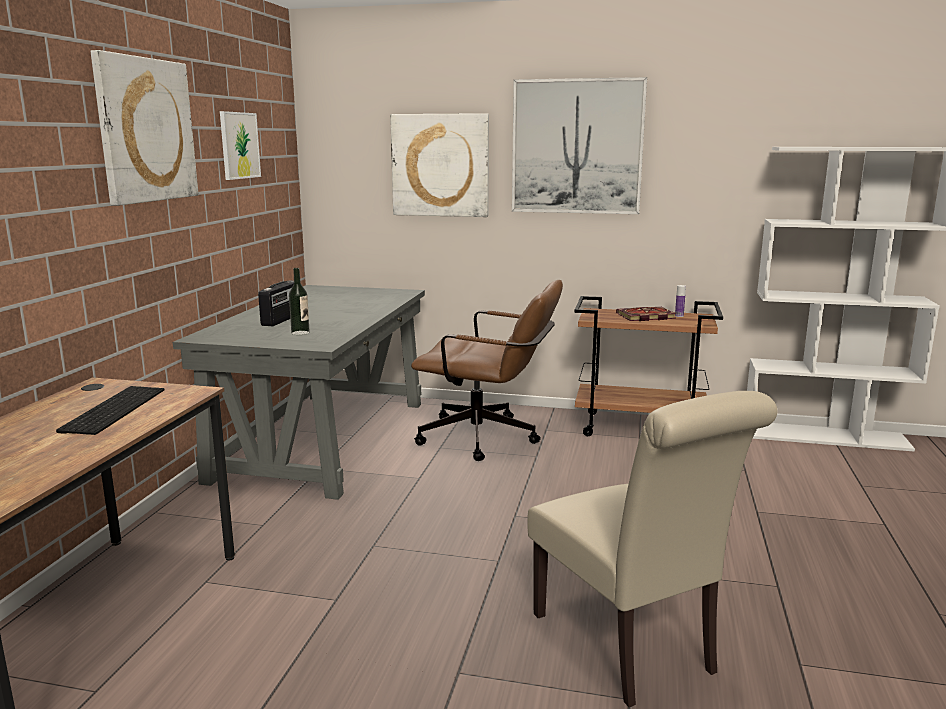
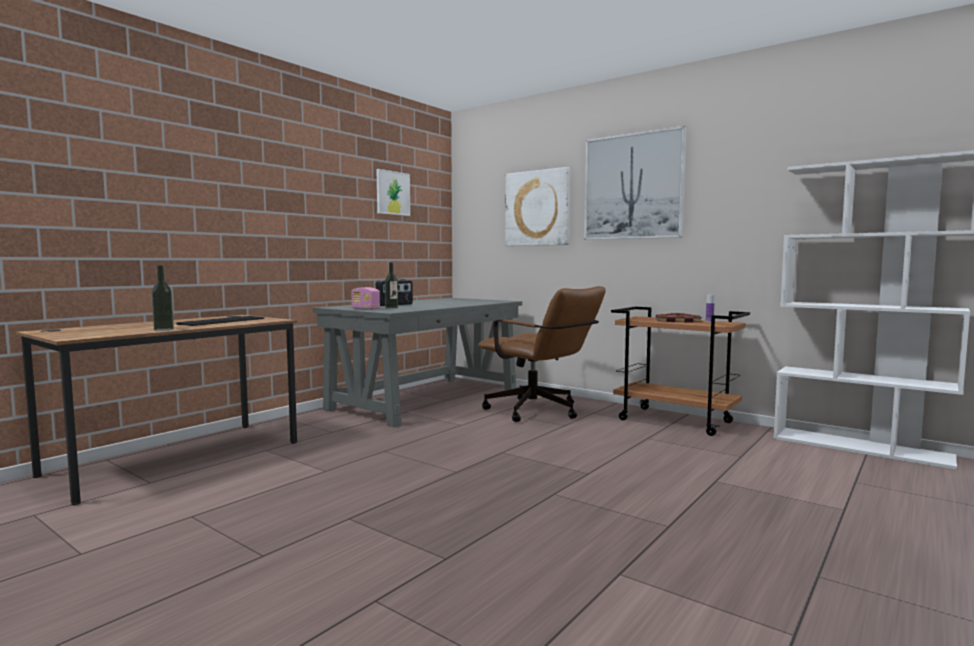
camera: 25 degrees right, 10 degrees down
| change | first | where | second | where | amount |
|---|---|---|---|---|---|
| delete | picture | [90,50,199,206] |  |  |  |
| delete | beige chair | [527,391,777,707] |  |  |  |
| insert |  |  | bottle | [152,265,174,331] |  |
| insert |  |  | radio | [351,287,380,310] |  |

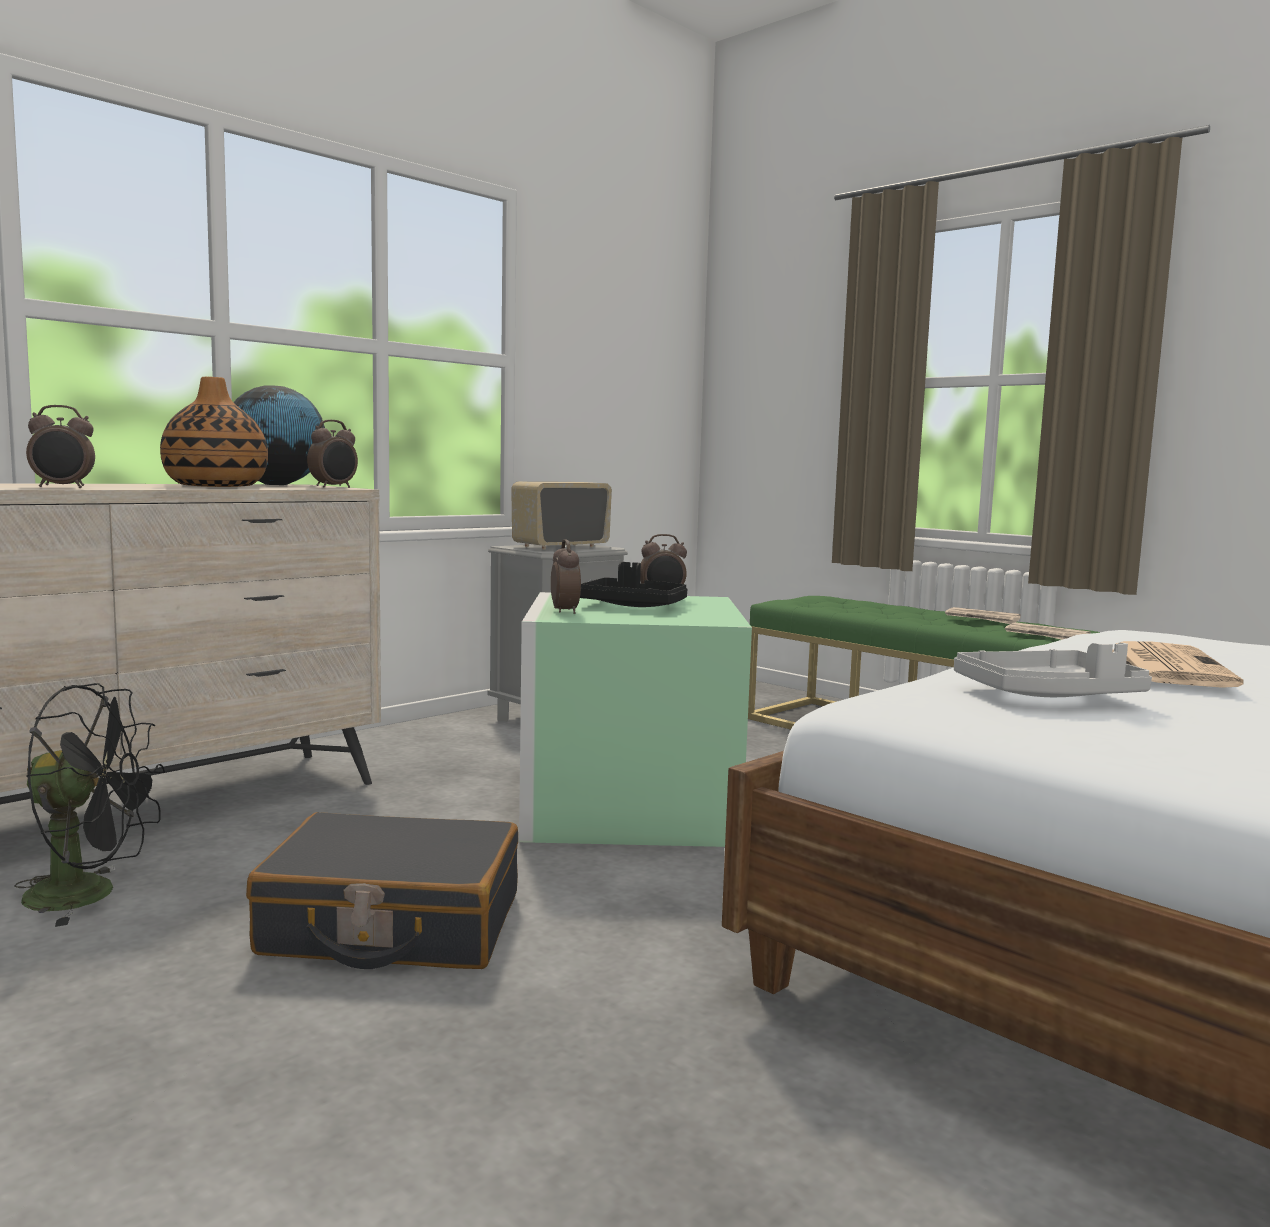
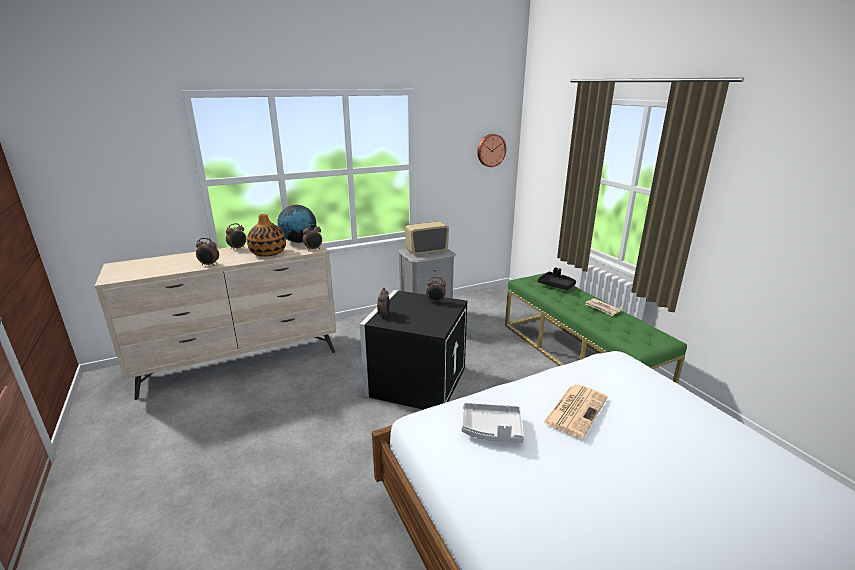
camera: 20 degrees right, 15 degrees up
| change | first | where | second | where | amount |
|---|---|---|---|---|---|
| delete | black fan | [14,683,165,927] |  |  |  |
| delete | black suitcase | [246,812,518,969] |  |  |  |
| recolor | green storage box | [519,592,752,847] | black storage box | [360,290,467,410] |  |
| move | black tray | [580,562,688,607] |  | [538,267,576,290] |  |
| delete | newspaper | [1005,622,1091,640] |  |  |  |
| insert |  |  | alarm clock | [226,223,246,250] |  |
| insert |  |  | wall clock | [477,134,506,167] |  |

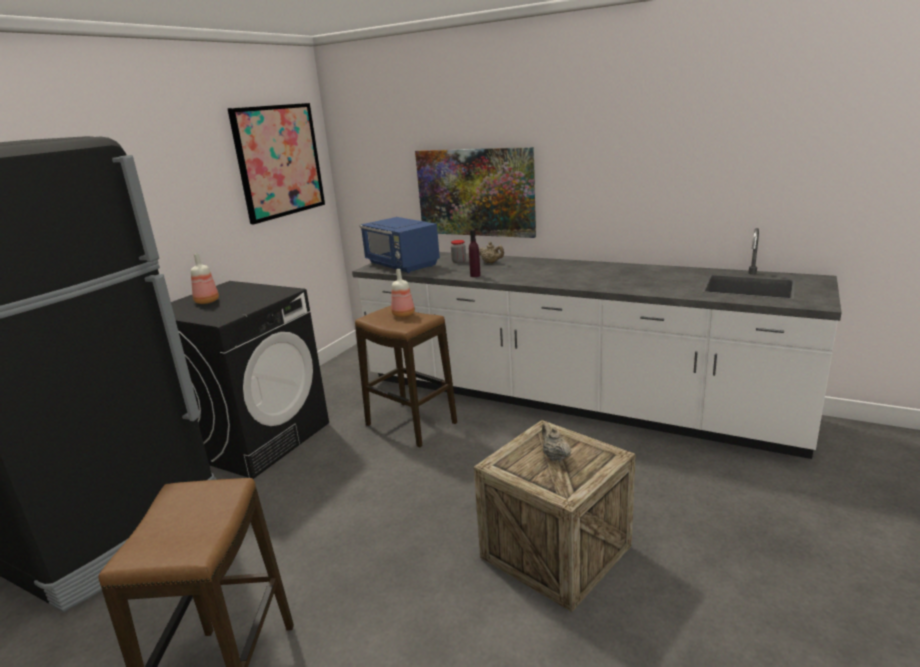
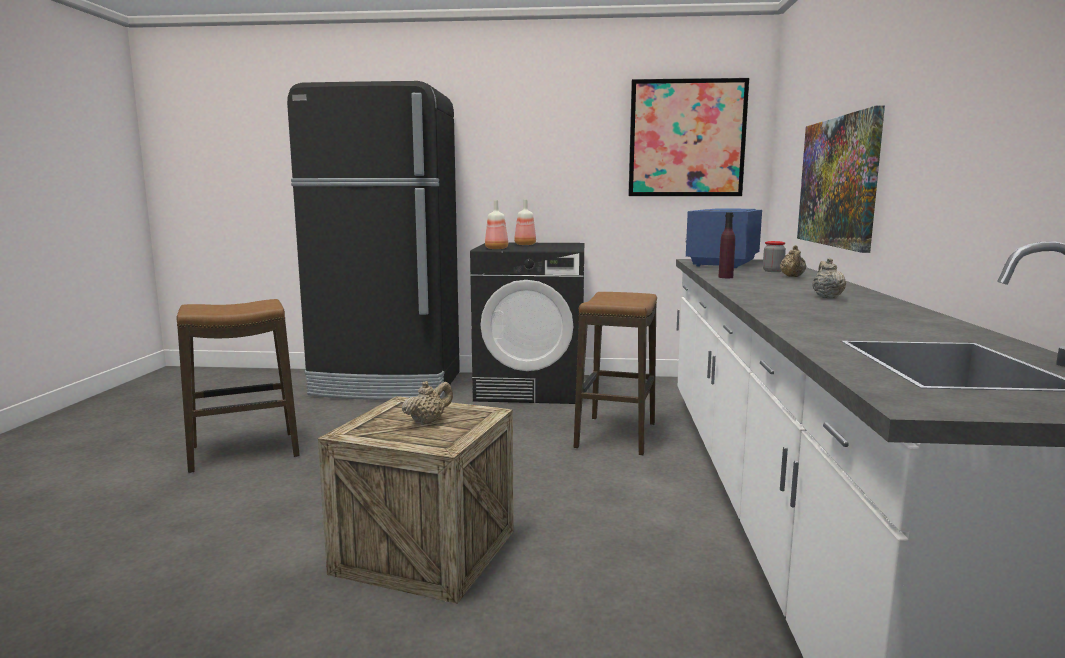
camera: 65 degrees right, 10 degrees down
| change | first | where | second | where | amount |
|---|---|---|---|---|---|
| move | bottle | [391,269,415,317] |  | [485,200,508,249] |  |
| insert |  |  | beige teapot | [812,258,846,298] |  |

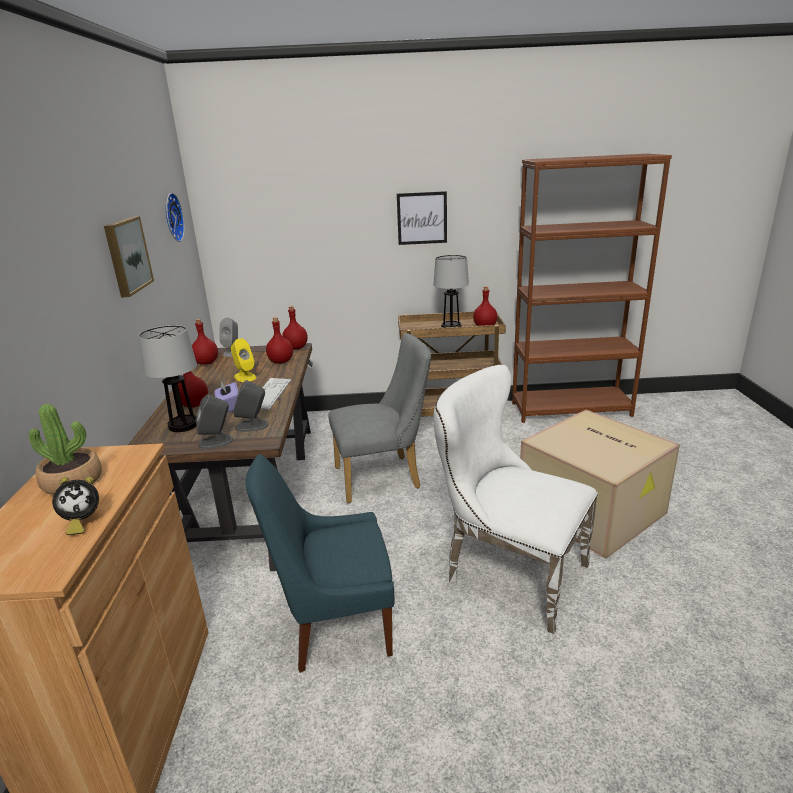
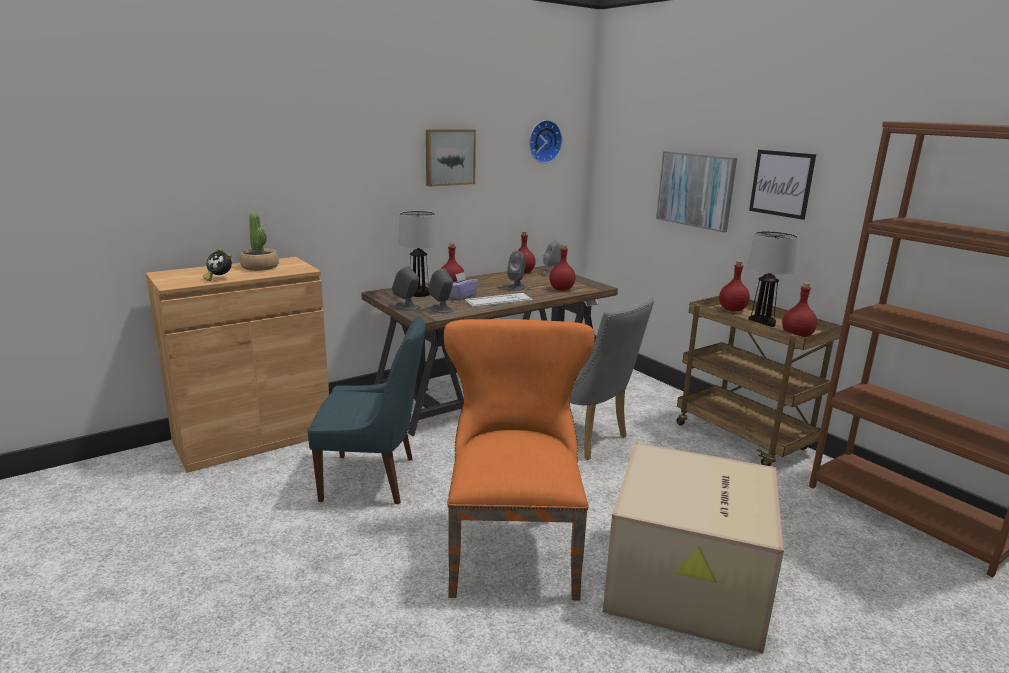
camera: 55 degrees right, 5 degrees down
| change | first | where | second | where | amount |
|---|---|---|---|---|---|
| recolor | yellow speaker | [231,339,256,382] | grey speaker | [507,251,526,291] |  |
| rotate | blue chair | [245,454,395,673] |  | [308,316,425,504] | 135 degrees clockwise |
| move | red bottle | [282,306,308,350] |  | [719,261,750,311] |  |
| recolor | white chair | [433,365,598,634] | orange chair | [443,319,595,600] |  |
| insert |  |  | picture | [656,151,737,232] |  |

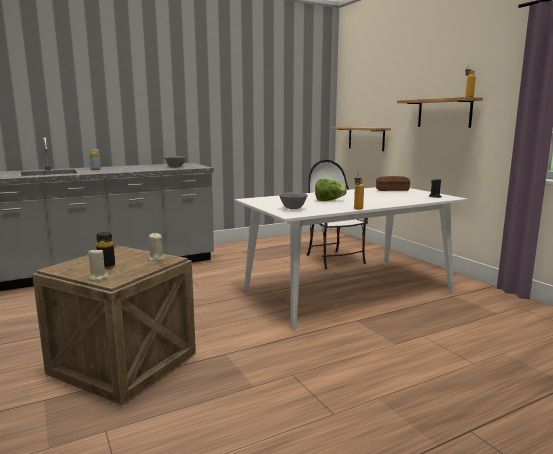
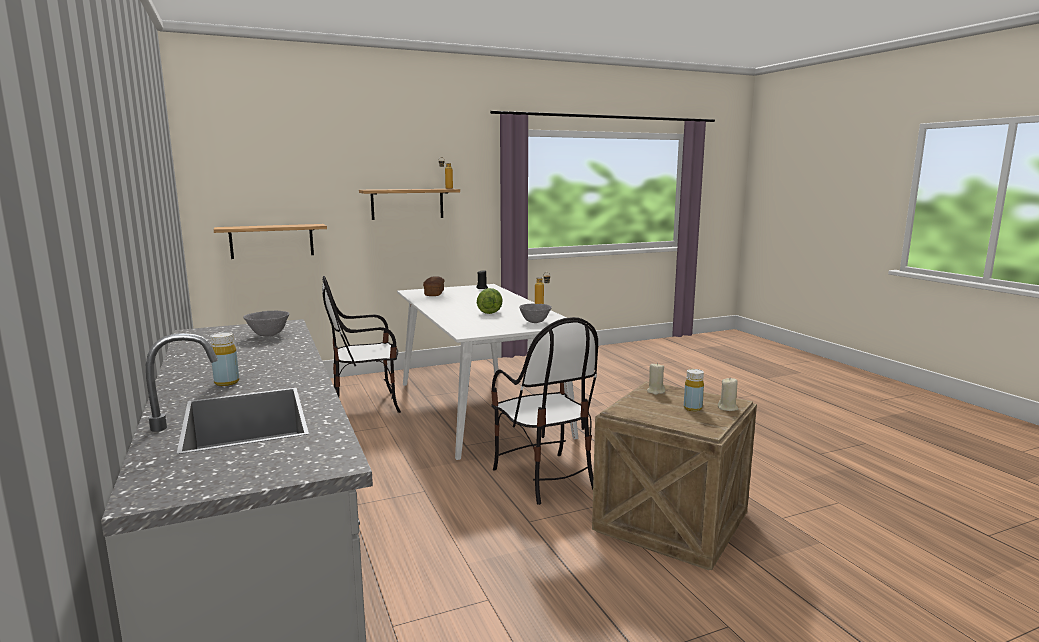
camera: 85 degrees left, 0 degrees up
| change | first | where | second | where | amount |
|---|---|---|---|---|---|
| recolor | black bottle | [96,232,115,270] | yellow bottle | [684,369,704,412] |  |
| insert |  |  | chair | [491,317,598,505] |  |

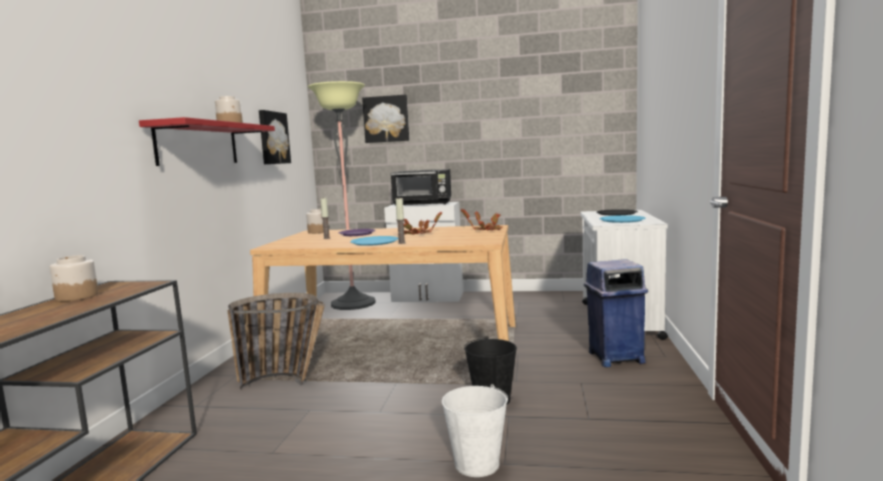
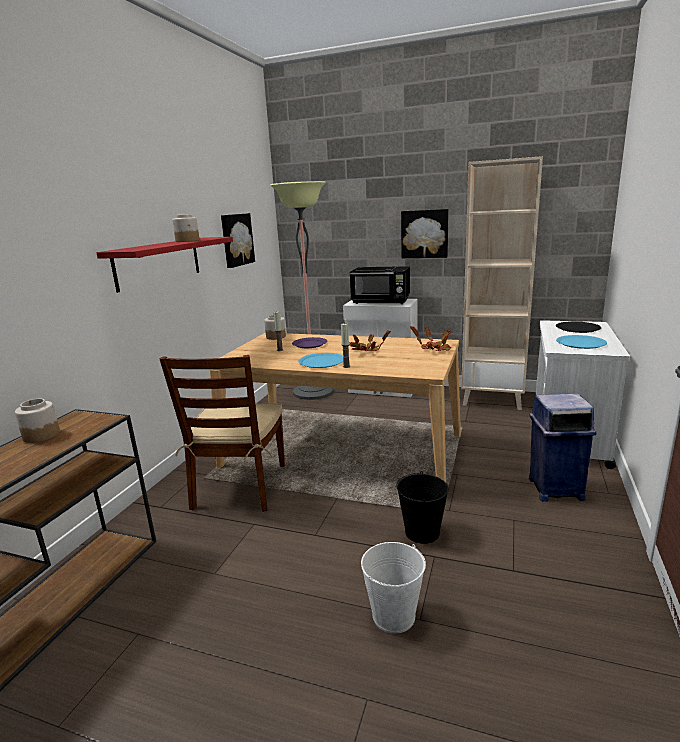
camera: 10 degrees right, 10 degrees up
| change | first | where | second | where | amount |
|---|---|---|---|---|---|
| replace | basket | [227,293,325,390] | brown chair | [160,355,285,512] |  |
| move | picture | [362,95,409,143] |  | [401,209,449,258] |  |
| insert |  |  | beige bookcase | [461,156,543,410] |  |

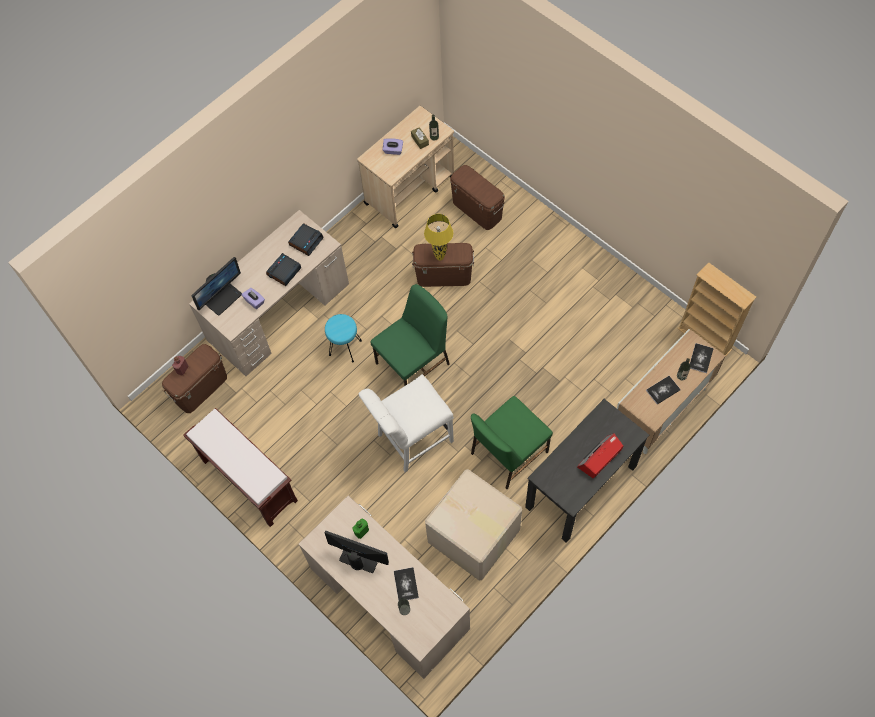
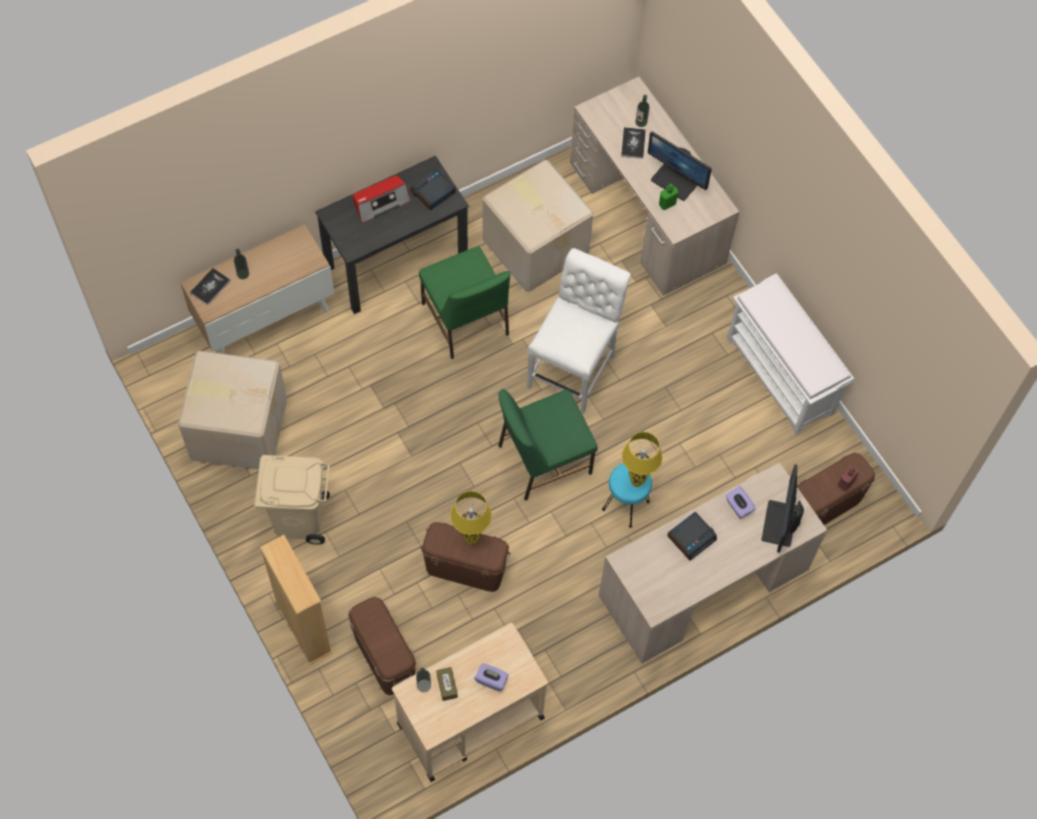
camera: 170 degrees left, 0 degrees up
| change | first | where | second | where | amount |
|---|---|---|---|---|---|
| recolor | brown bench | [183,408,298,527] | white bench | [727,273,854,435] |  |
| rotate | monitor | [191,257,242,316] |  | [762,464,804,553] | 45 degrees counterclockwise |
| move | alarm clock | [288,223,324,256] |  | [410,169,455,210] |  |
| rotate | white chair | [359,374,454,473] |  | [527,248,631,414] | 45 degrees counterclockwise |
| rotate | green chair | [471,396,553,489] |  | [419,246,510,359] | 90 degrees clockwise |
| delete | book | [646,376,681,405] |  |  |  |
| move | beige bookcase | [678,262,756,357] |  | [260,535,333,665] |  |
| insert |  |  | cardboard box | [178,350,287,469] |  |
| insert |  |  | beige trash can | [254,455,330,545] |  |
| insert |  |  | yellow table lamp | [622,432,662,487] |  |

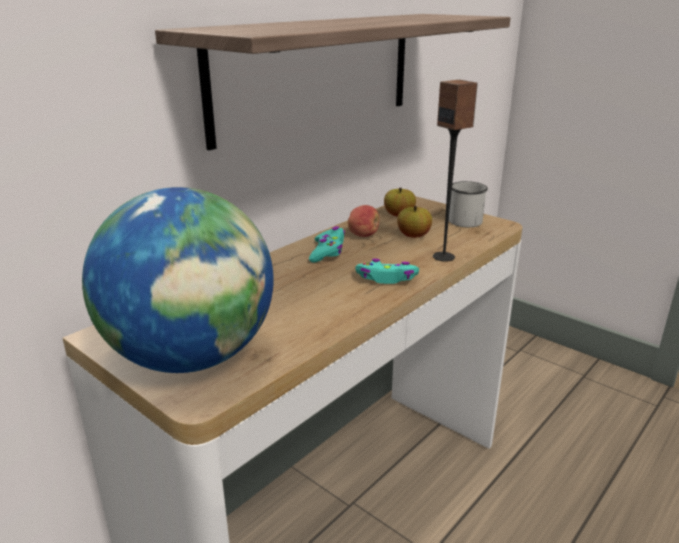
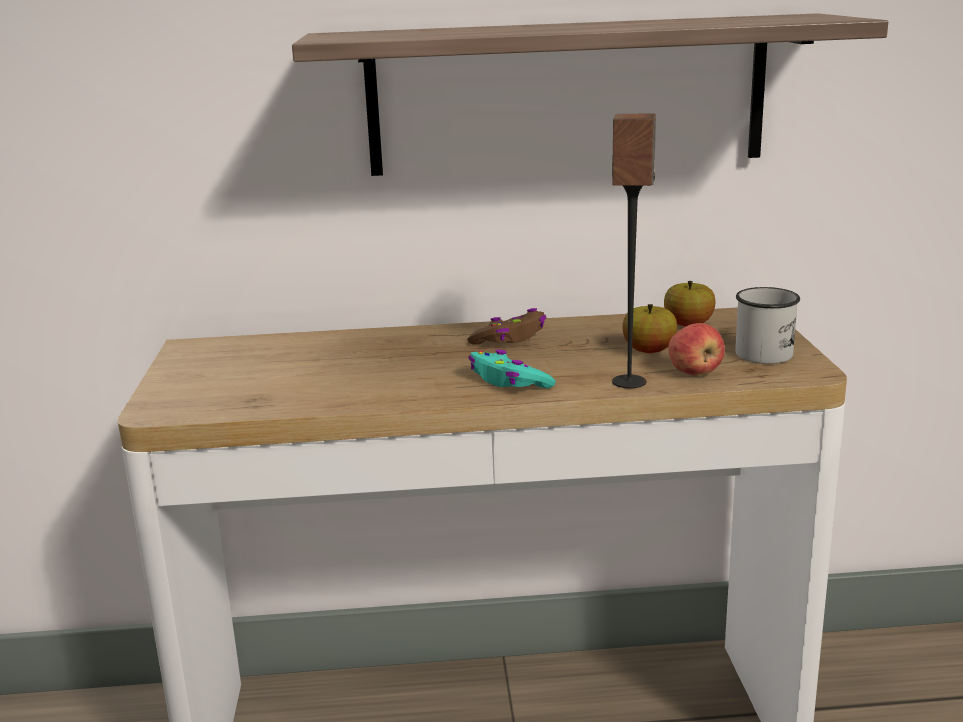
camera: 45 degrees right, 5 degrees down
| change | first | where | second | where | amount |
|---|---|---|---|---|---|
| delete | globe | [82,187,274,373] |  |  |  |
| recolor | turquoise game controller | [309,226,345,262] | brown game controller | [467,308,546,345] |  |
| move | apple | [348,205,379,237] |  | [668,323,725,375] |  |

